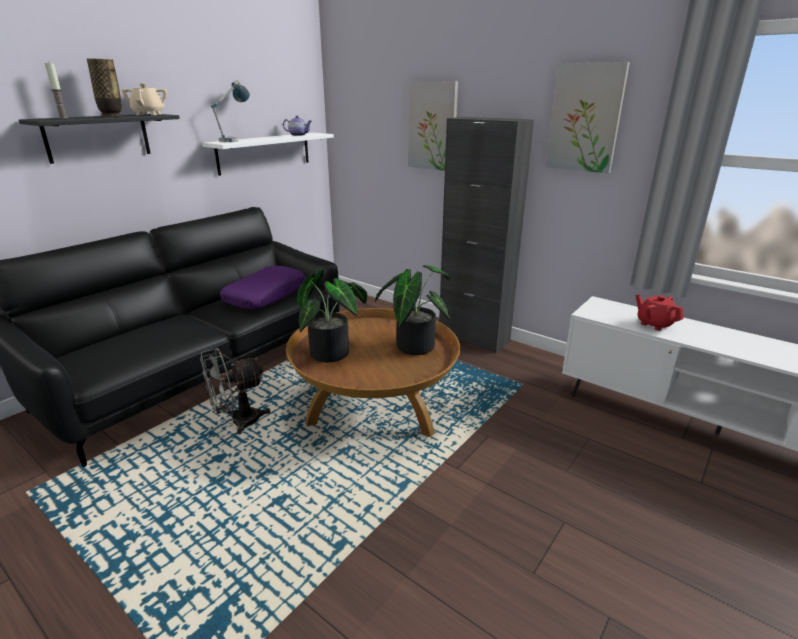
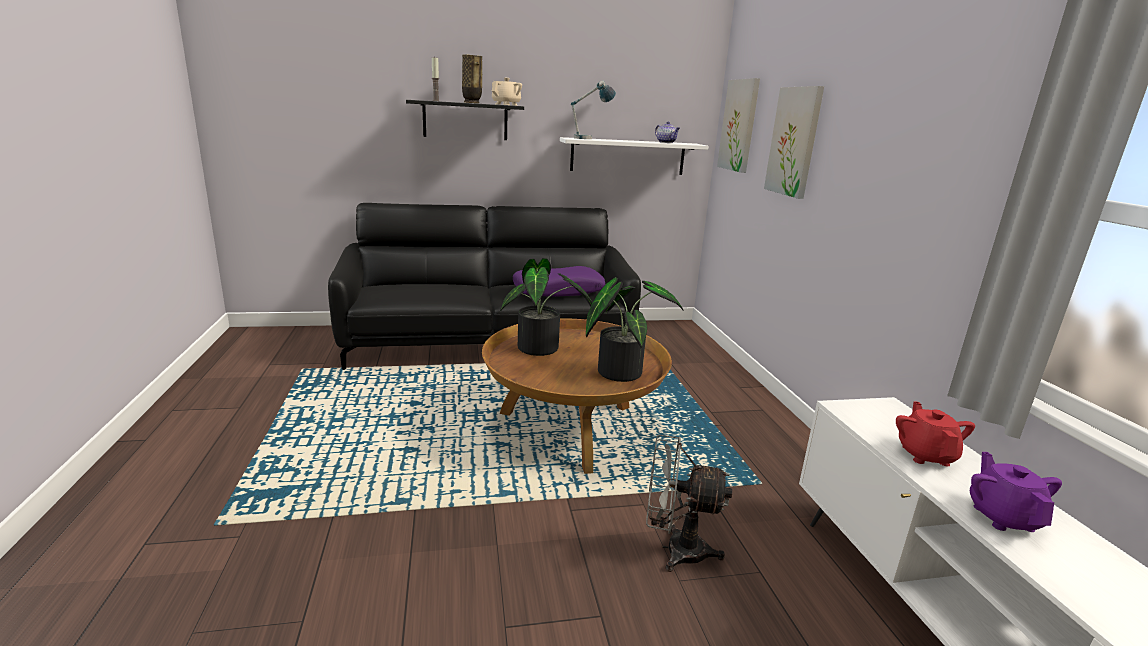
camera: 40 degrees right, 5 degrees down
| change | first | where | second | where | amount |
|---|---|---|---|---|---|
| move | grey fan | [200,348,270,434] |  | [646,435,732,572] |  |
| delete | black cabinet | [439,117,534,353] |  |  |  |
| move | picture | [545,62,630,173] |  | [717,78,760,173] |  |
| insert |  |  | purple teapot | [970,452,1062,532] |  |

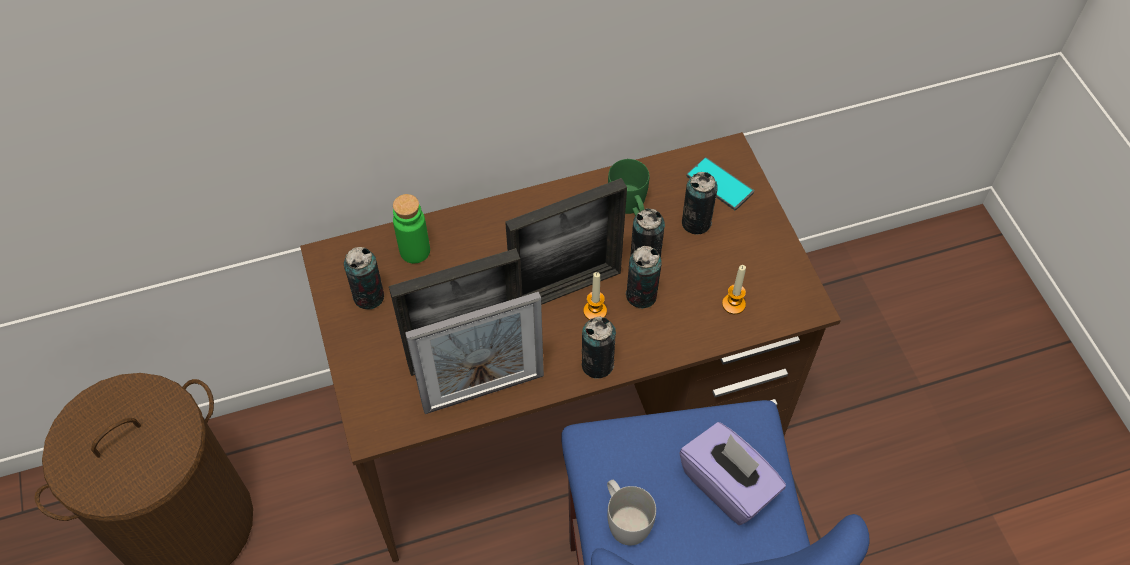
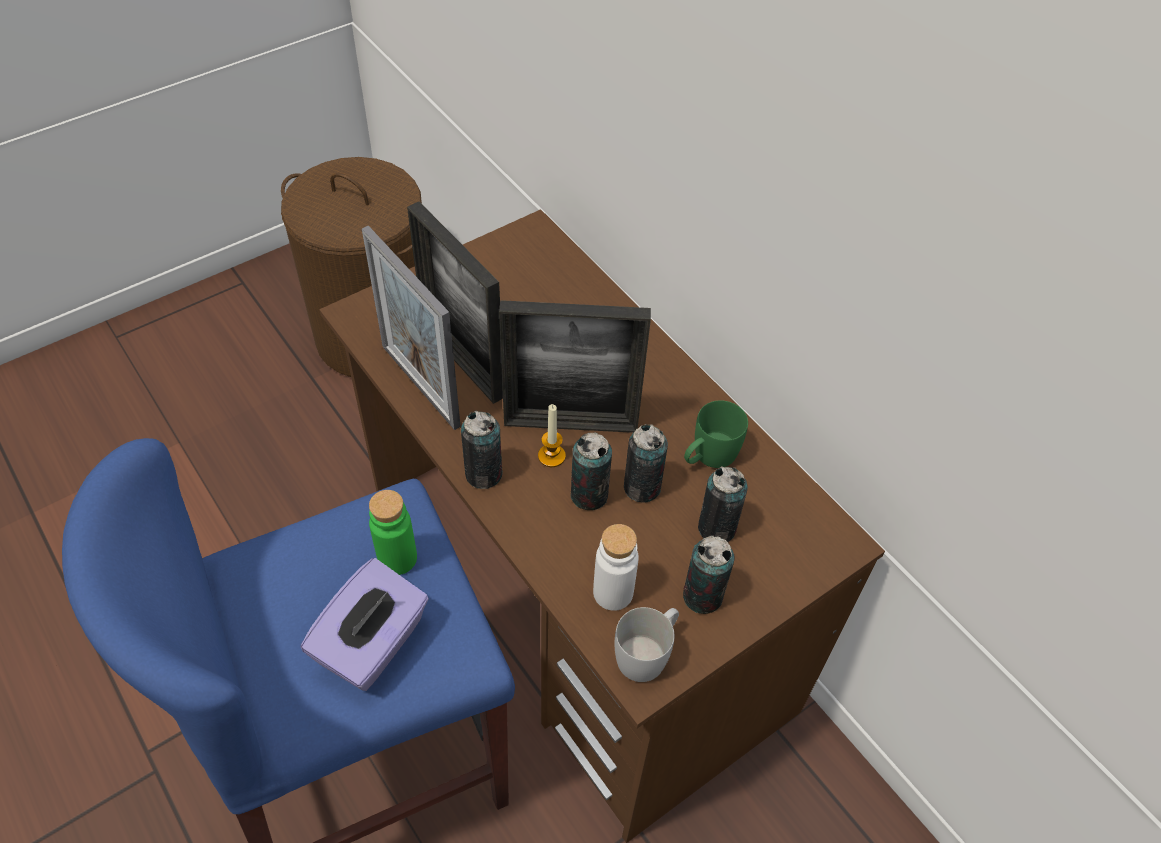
camera: 70 degrees right, 5 degrees down
| change | first | where | second | where | amount |
|---|---|---|---|---|---|
| move | can | [344,247,384,310] |  | [683,536,734,614] |  |
| move | green bottle | [393,194,430,264] |  | [369,490,417,575] |  |
| rotate | picture frame | [505,178,627,305] |  | [499,300,651,433] | 45 degrees counterclockwise |
| move | white mug | [607,480,656,545] |  | [615,607,679,682] |  |
| delete | phone | [687,157,754,210] |  |  |  |
| replace | candle | [722,265,746,314] | white bottle | [593,524,639,611] |  |

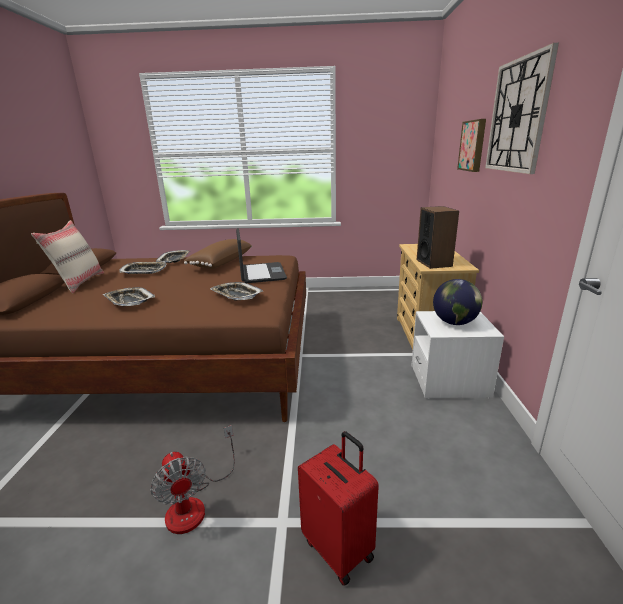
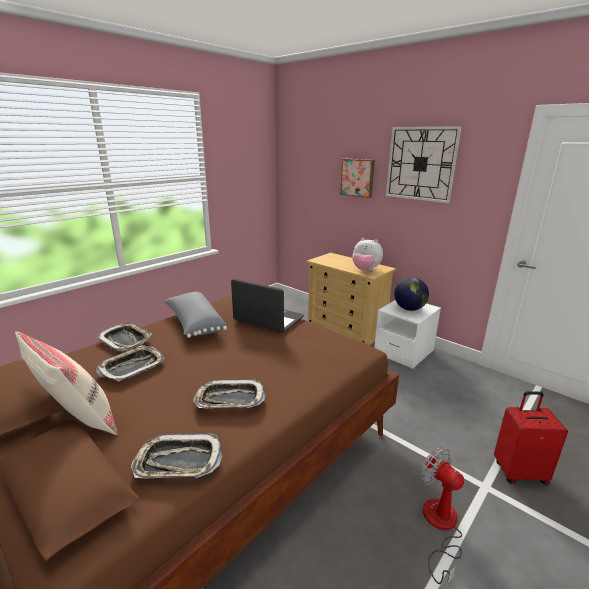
camera: 50 degrees left, 0 degrees up
| change | first | where | second | where | amount |
|---|---|---|---|---|---|
| rotate | fan | [150,425,235,534] |  | [421,448,464,584] | 135 degrees counterclockwise |
| recolor | brown pillow | [184,239,252,269] | grey pillow | [164,292,227,338] |  |
| move | tray | [210,282,263,300] |  | [131,433,222,478] |  |
| replace | speaker | [417,206,459,269] | plush toy | [352,238,383,270] |  |

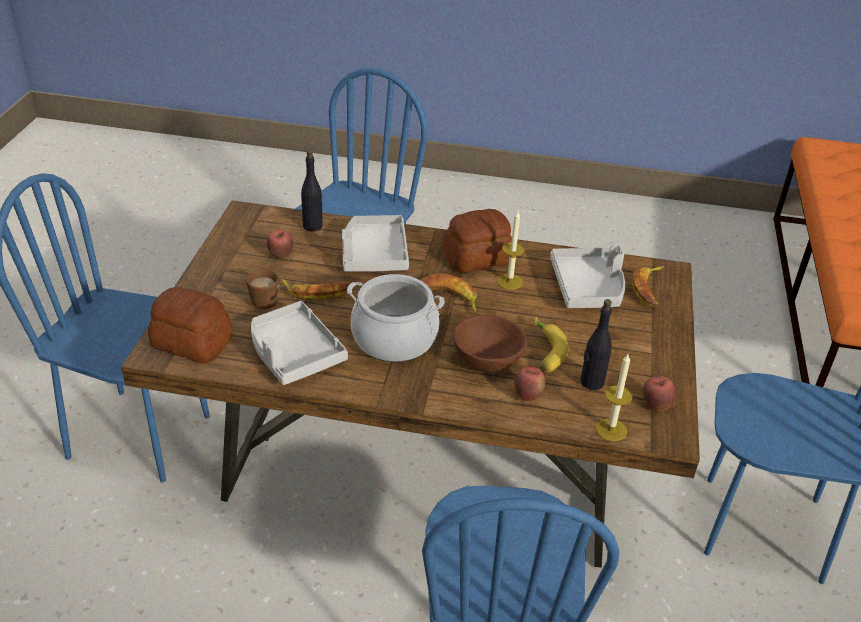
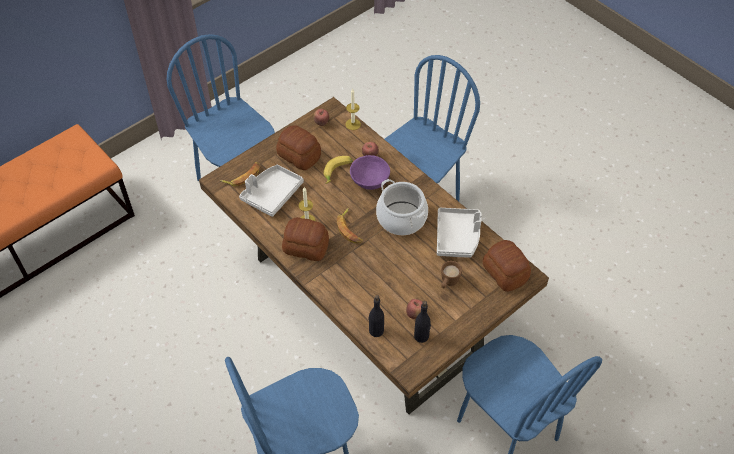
camera: 140 degrees left, 15 degrees up
| change | first | where | second | where | amount |
|---|---|---|---|---|---|
| delete | banana | [281,279,350,300] |  |  |  |
| delete | grey tray | [342,215,409,272] |  |  |  |
| recolor | brown bowl | [454,315,527,372] | purple bowl | [350,155,390,190] |  |
| move | black bottle | [581,299,612,390] |  | [414,301,431,343] |  |
| insert |  |  | bread | [276,125,321,170] |  |

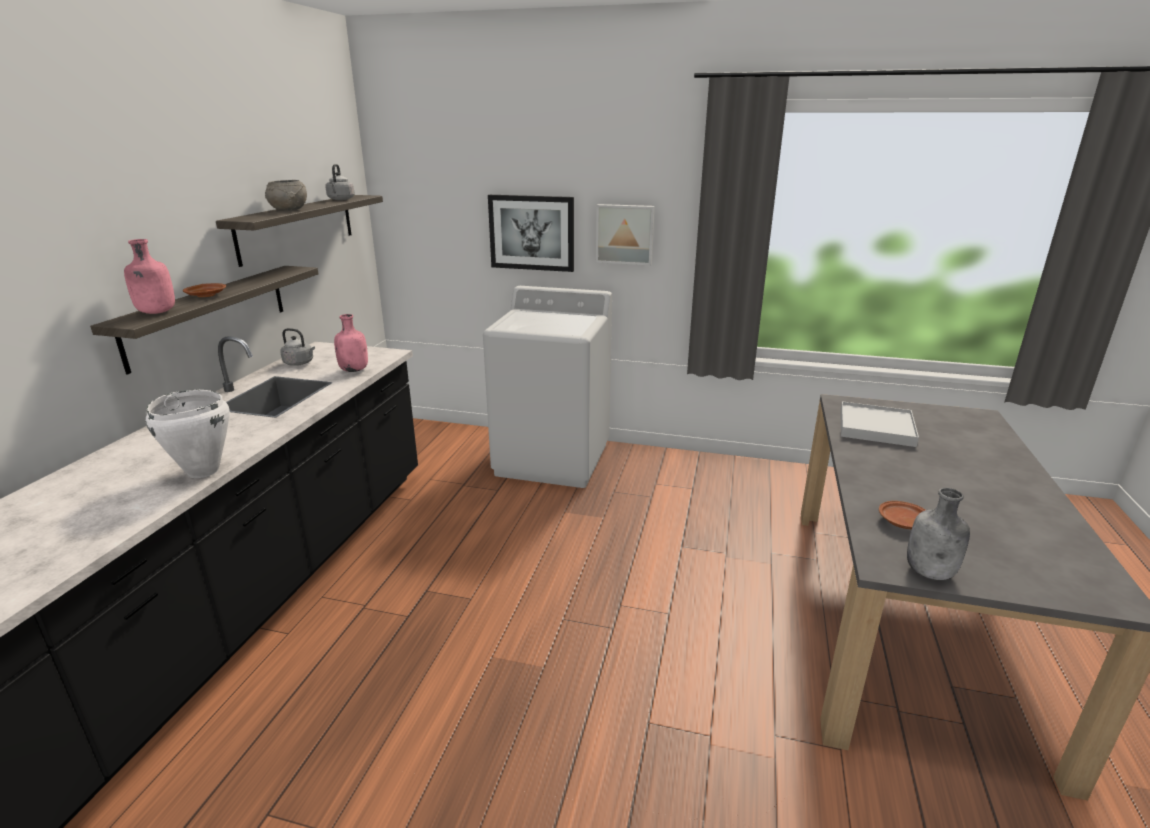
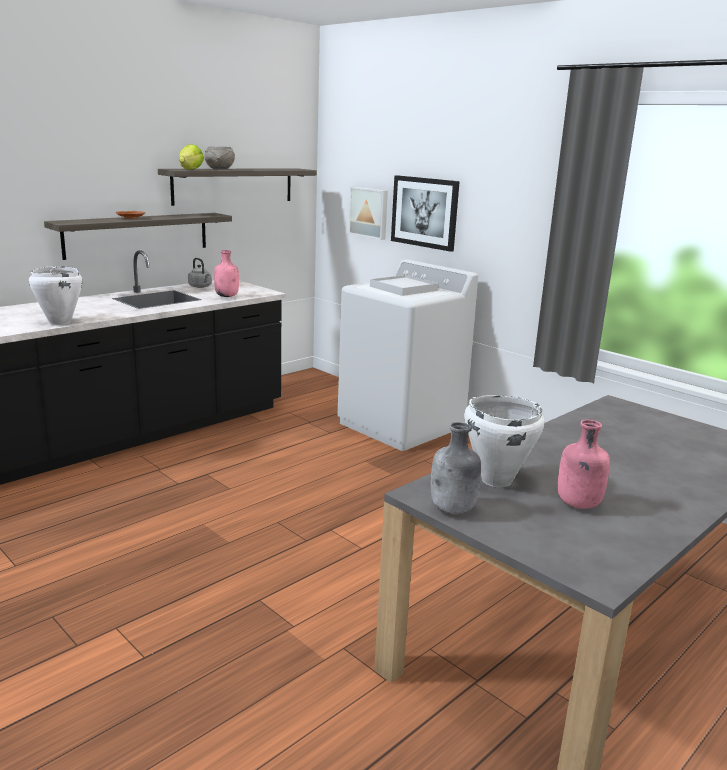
camera: 30 degrees right, 5 degrees down
| change | first | where | second | where | amount |
|---|---|---|---|---|---|
| move | pink bottle | [124,239,175,314] |  | [558,420,610,509] |  |
| delete | grey kettle | [325,164,355,200] |  |  |  |
| move | picture | [596,204,655,265] |  | [348,187,388,240] |  |
| move | white tray | [840,401,919,447] |  | [370,275,439,296] |  |
| replace | brown plate | [879,501,925,530] | white cooking pot | [464,395,545,487] |  |
| insert |  |  | lettuce | [179,144,204,169] |  |

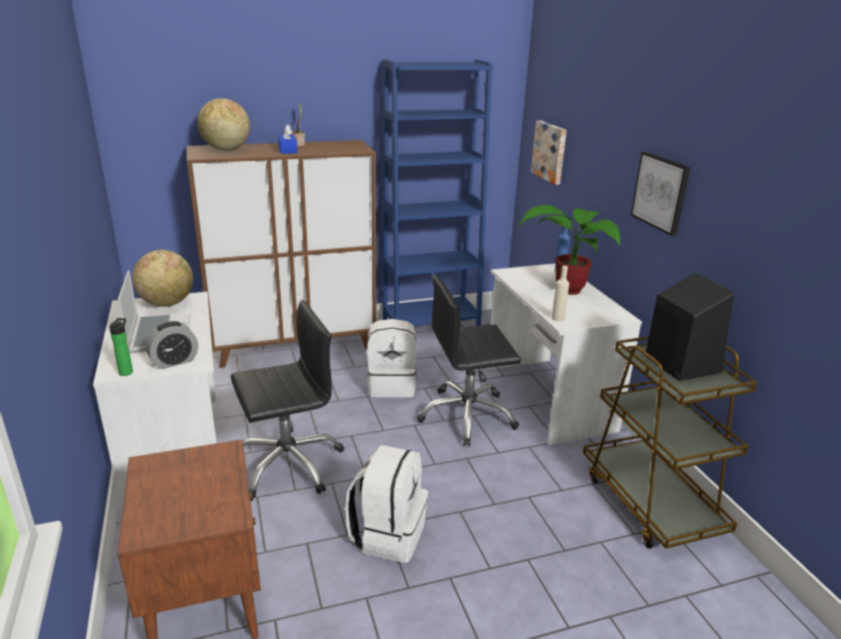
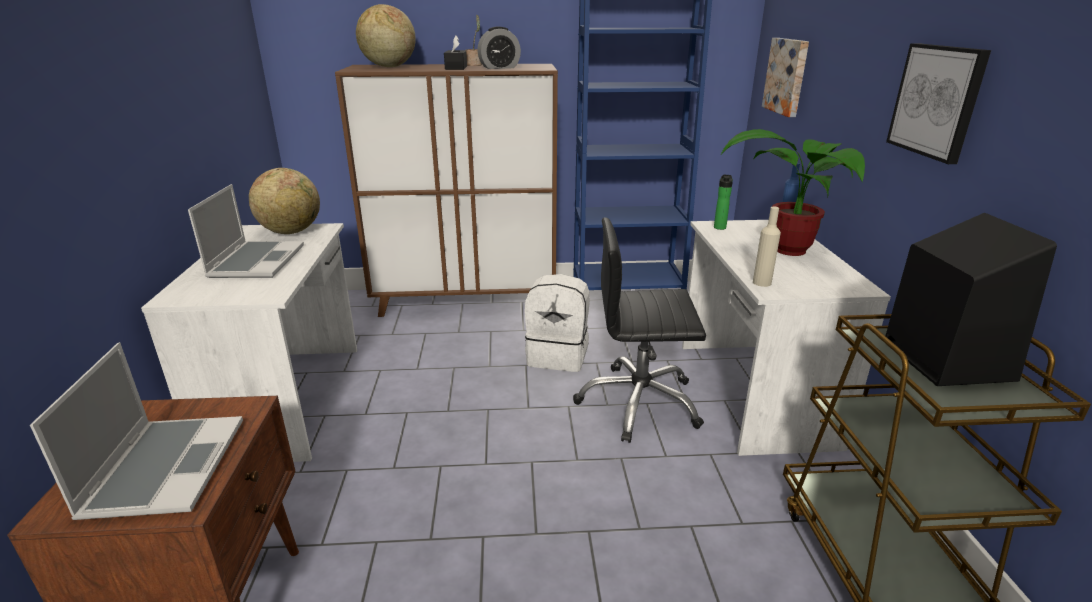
camera: 15 degrees right, 0 degrees up
| change | first | where | second | where | amount |
|---|---|---|---|---|---|
| move | bottle | [109,318,133,376] |  | [714,175,733,230] |  |
| move | alarm clock | [146,321,198,369] |  | [477,26,521,69] |  |
| delete | black office chair | [231,300,344,499] |  |  |  |
| recolor | blue tissue box | [278,124,298,154] | black tissue box | [444,35,467,70] |  |
| delete | white backpack | [345,445,428,563] |  |  |  |
| insert |  |  | laptop | [30,342,243,520] |  |

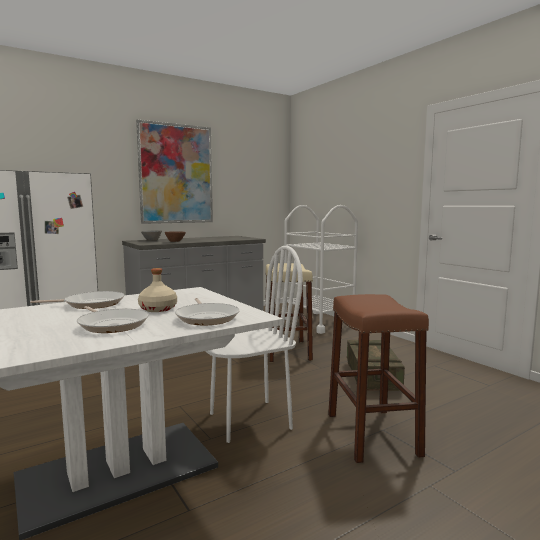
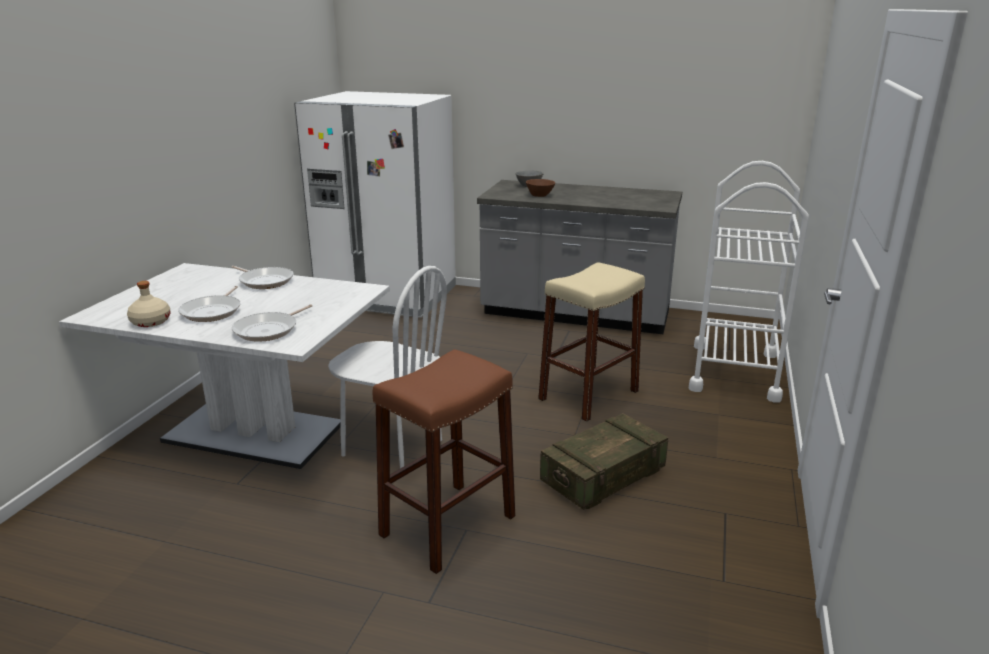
camera: 50 degrees right, 15 degrees up
| change | first | where | second | where | amount |
|---|---|---|---|---|---|
| delete | picture | [136,120,213,224] |  |  |  |
| move | beige bottle | [138,268,177,312] |  | [127,281,171,327] |  |

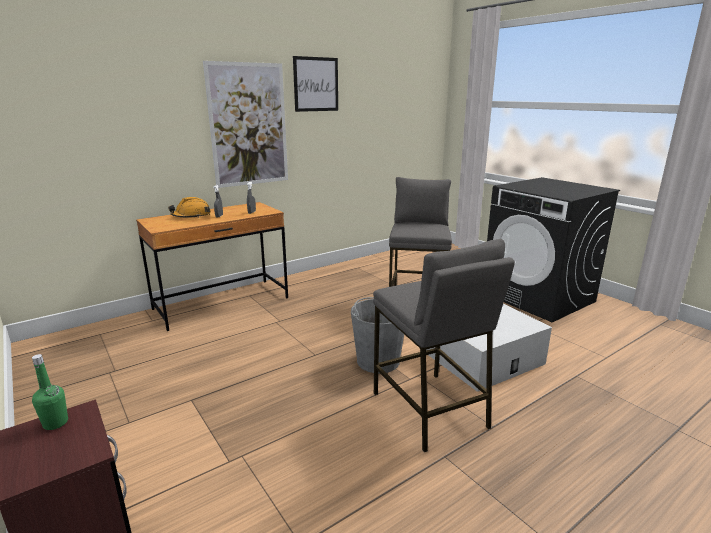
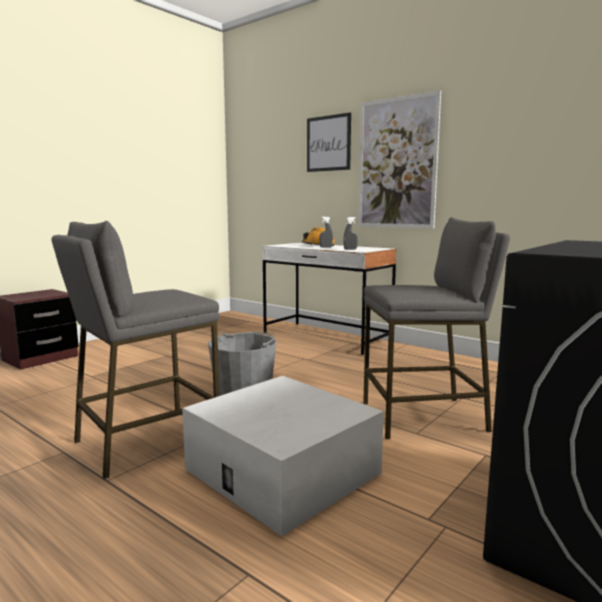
camera: 75 degrees right, 10 degrees down
| change | first | where | second | where | amount |
|---|---|---|---|---|---|
| delete | green bottle | [32,354,68,430] |  |  |  |
| recolor | brown desk | [136,202,288,331] | white desk | [262,243,396,355] |  |
| move | picture | [293,56,338,112] |  | [307,112,351,172] |  |

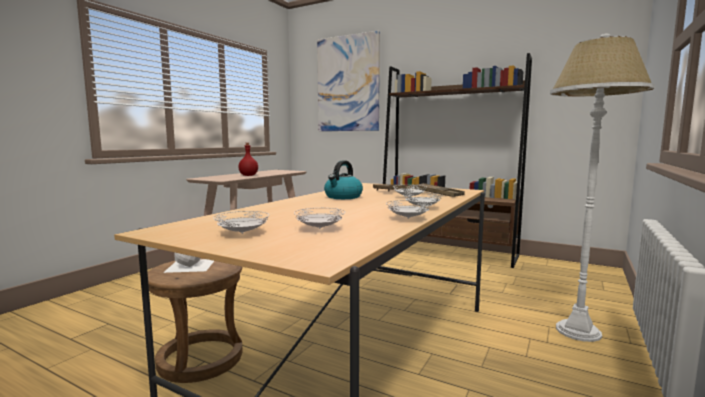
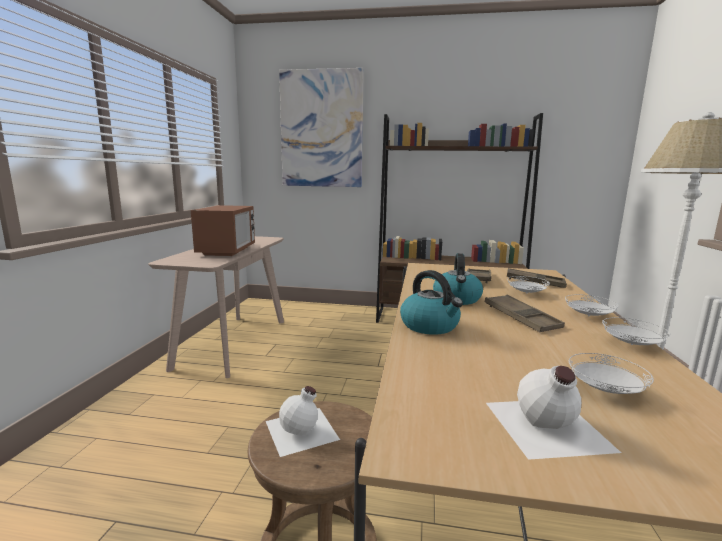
camera: 20 degrees left, 5 degrees up
| change | first | where | second | where | amount |
|---|---|---|---|---|---|
| replace | white plate | [213,211,269,234] | white bottle | [486,366,621,460] |  |
| replace | red bottle | [238,143,258,176] | microwave | [191,205,255,256] |  |
| insert |  |  | kettle | [400,270,463,335] |  |
| insert |  |  | brown tray | [485,295,565,332] |  |

